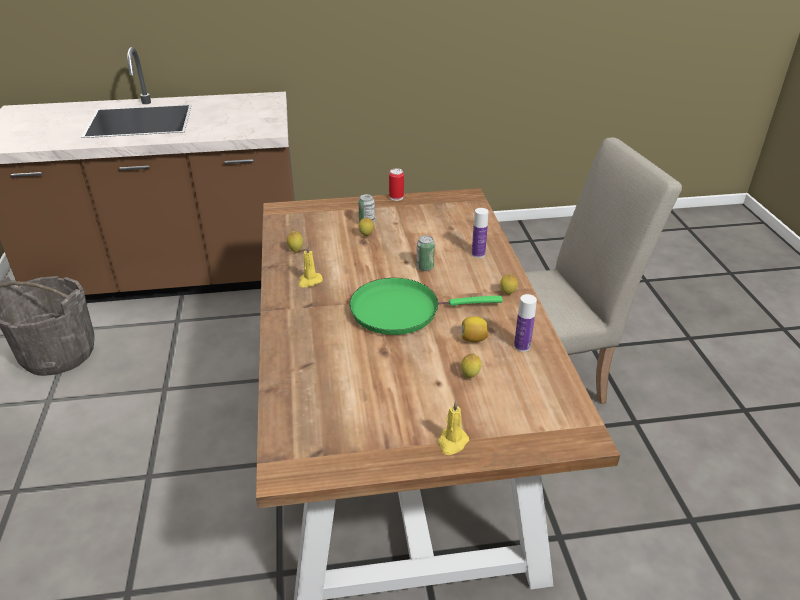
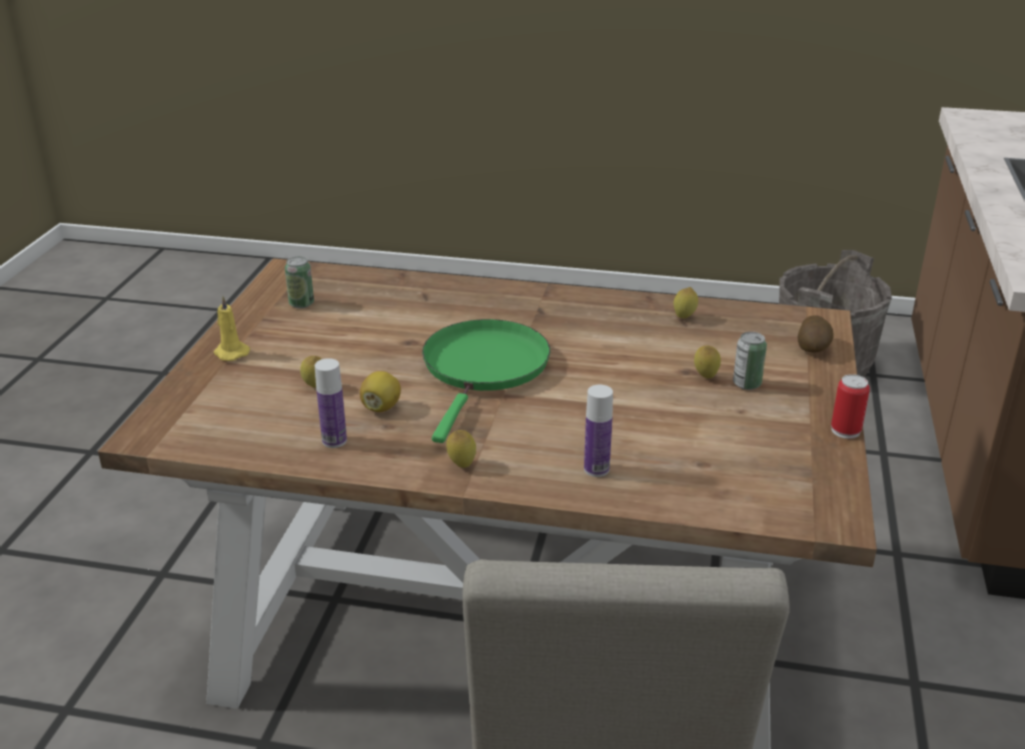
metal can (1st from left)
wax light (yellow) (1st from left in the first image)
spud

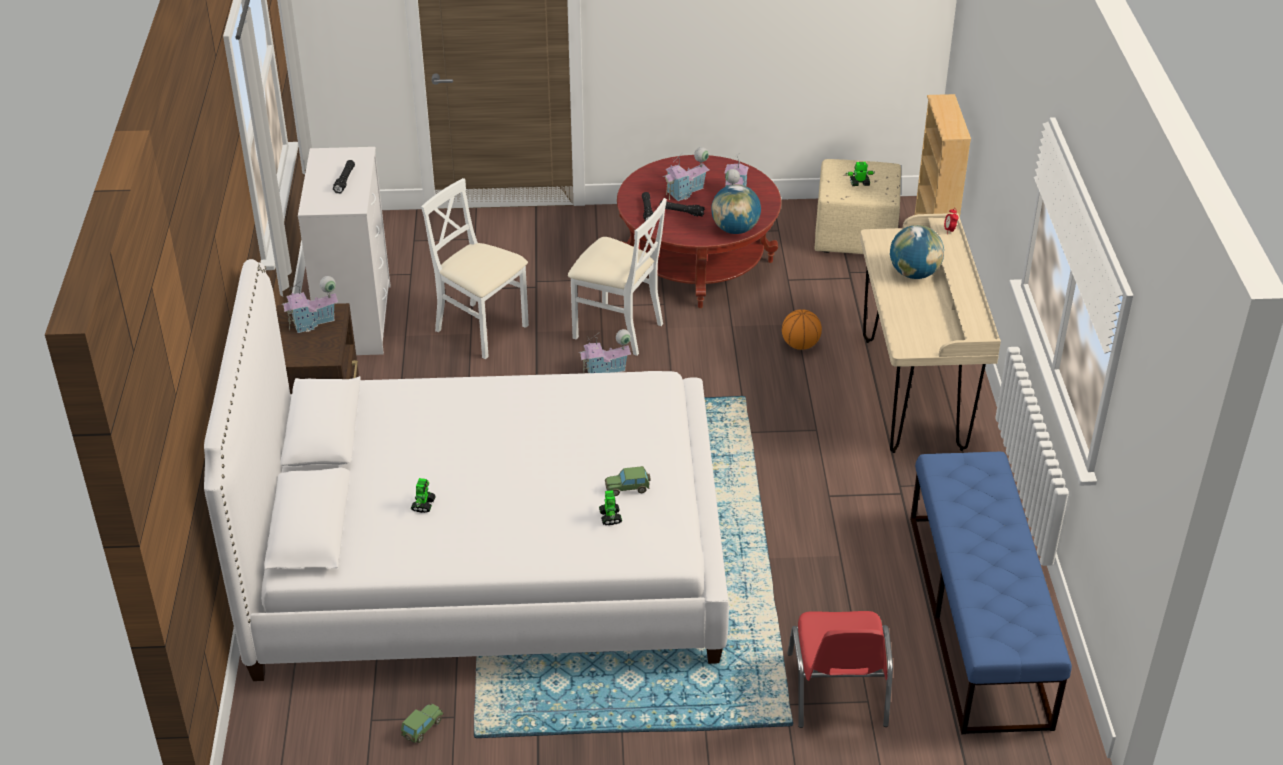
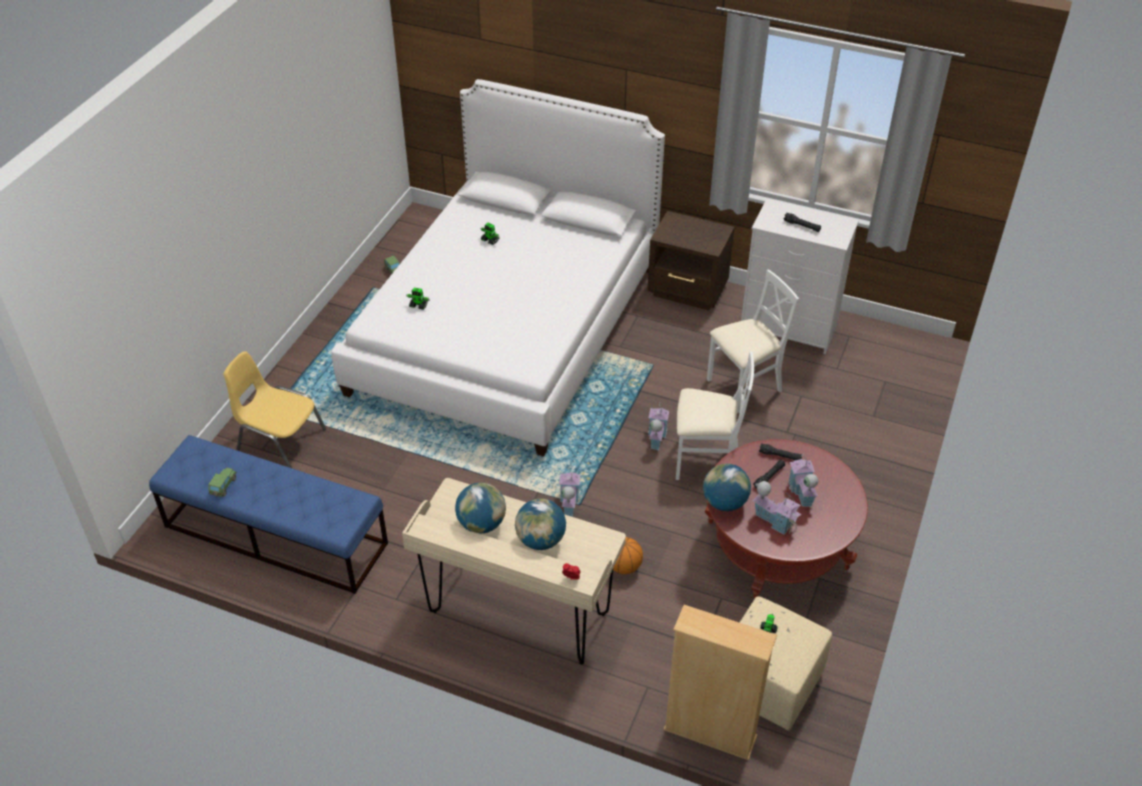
plain chair (white-coloured) (1st from left)
toy house (1st from left)
miniature car (1st from left)
plain chair (yellow)
world globe (1st from left)

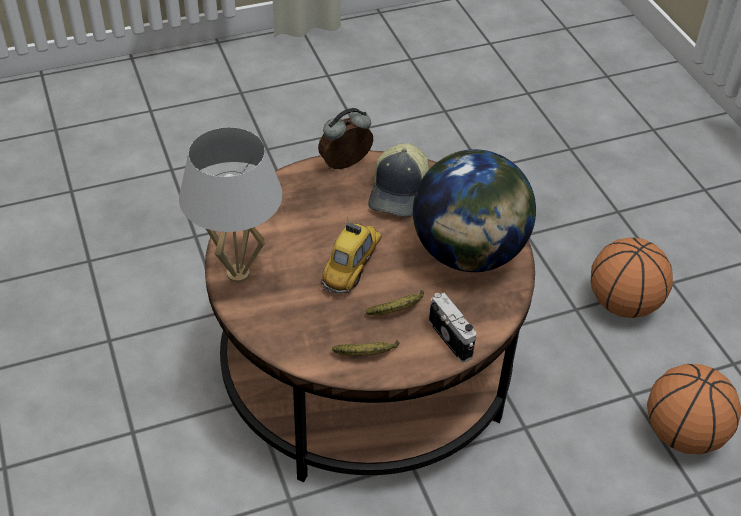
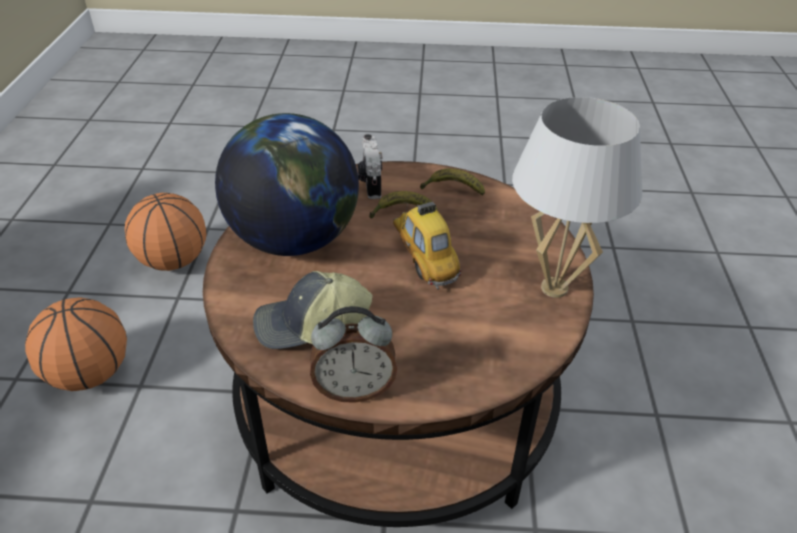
baseball cap
miniature car

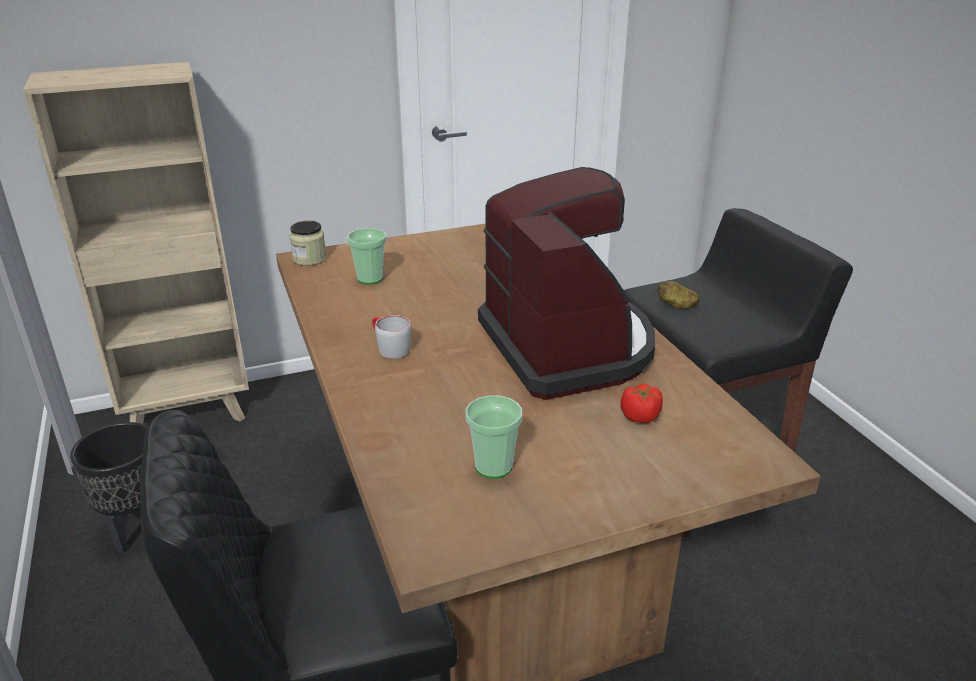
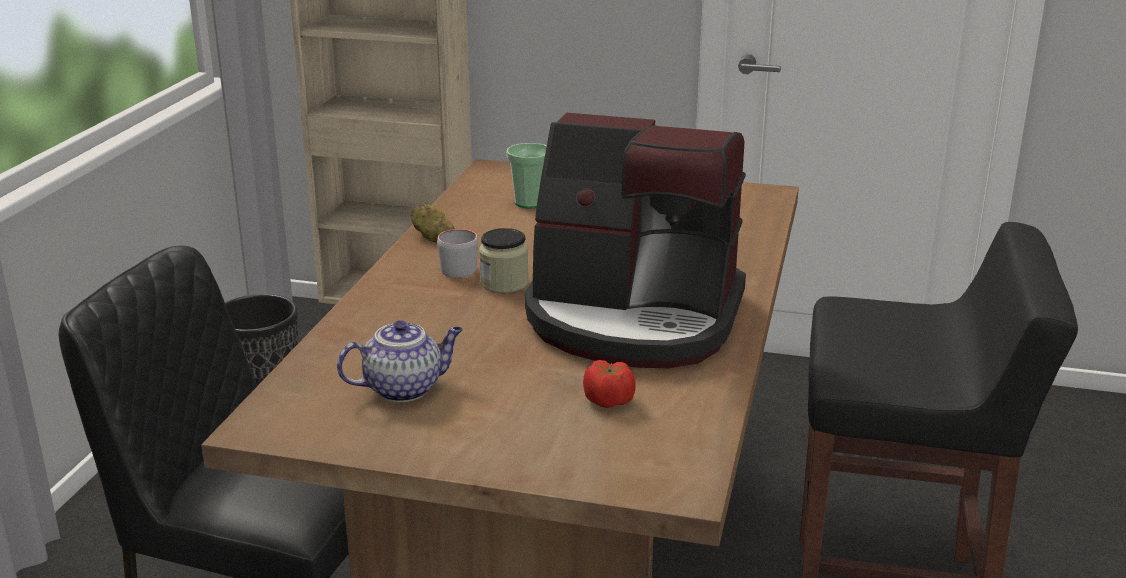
coffee brewer
jar
spud
pot for tea

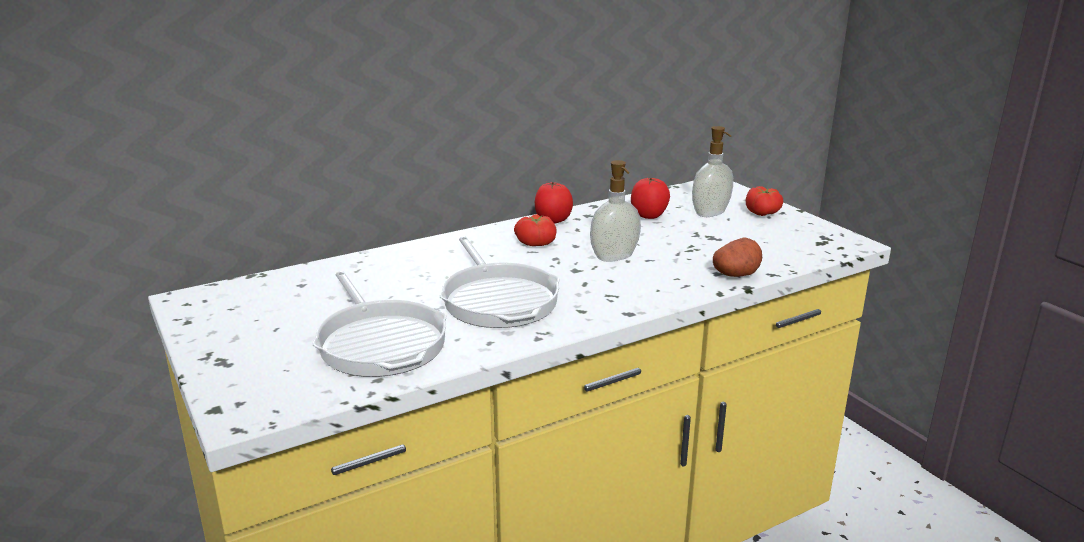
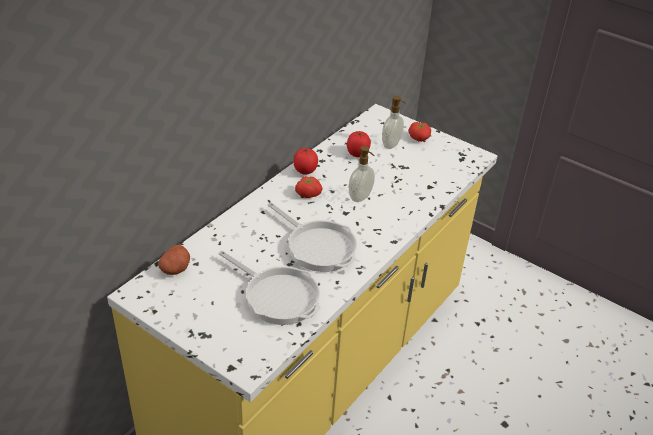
spud

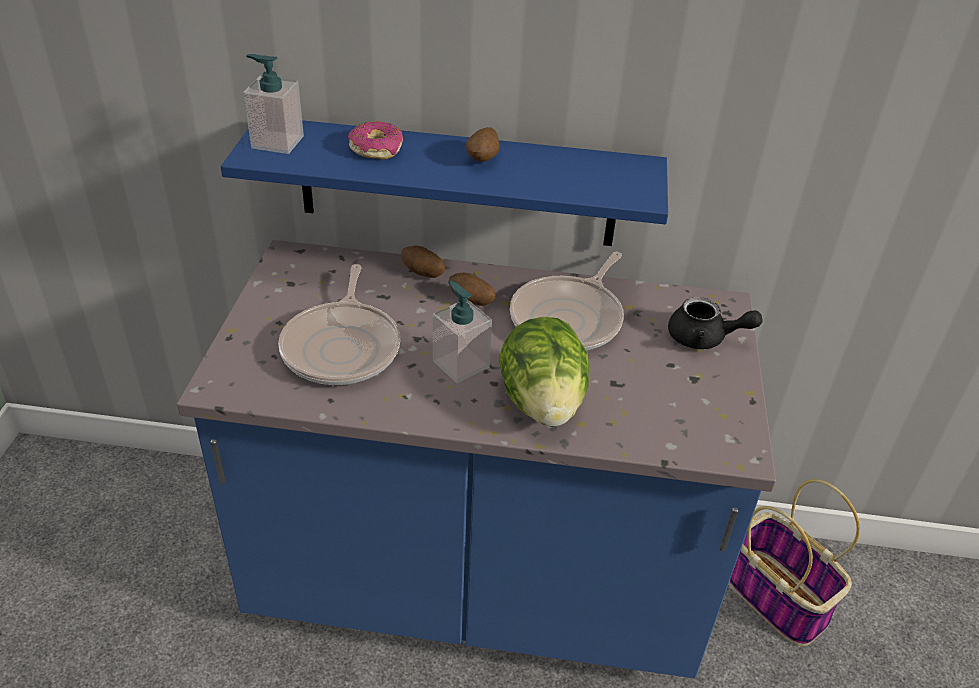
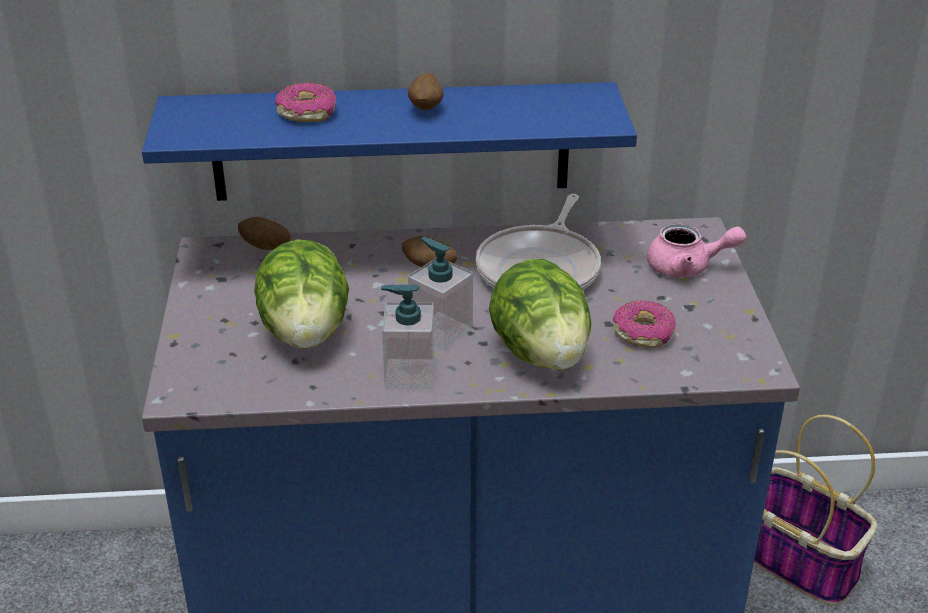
soap bottle (1st from left)
spud (1st from left)
lettuce head (1st from left)
pot for tea (pink-coloured)
ring doughnut (2nd from left)

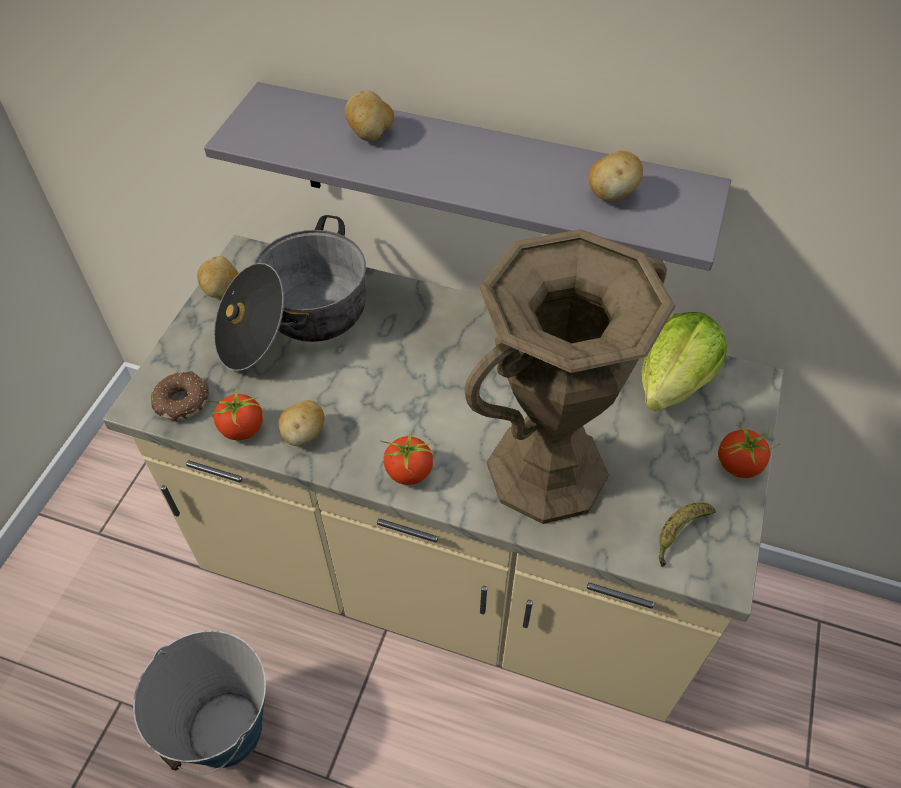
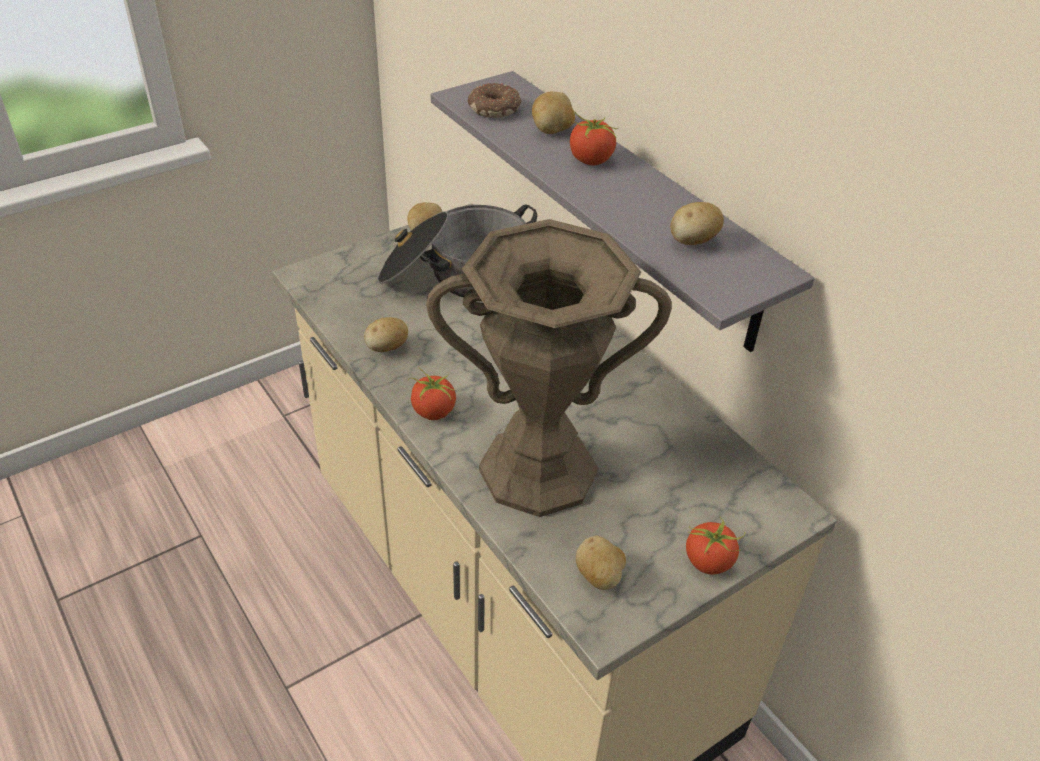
lettuce head
ring doughnut
fresh tomato (2nd from left)
spud (4th from left)
bucket

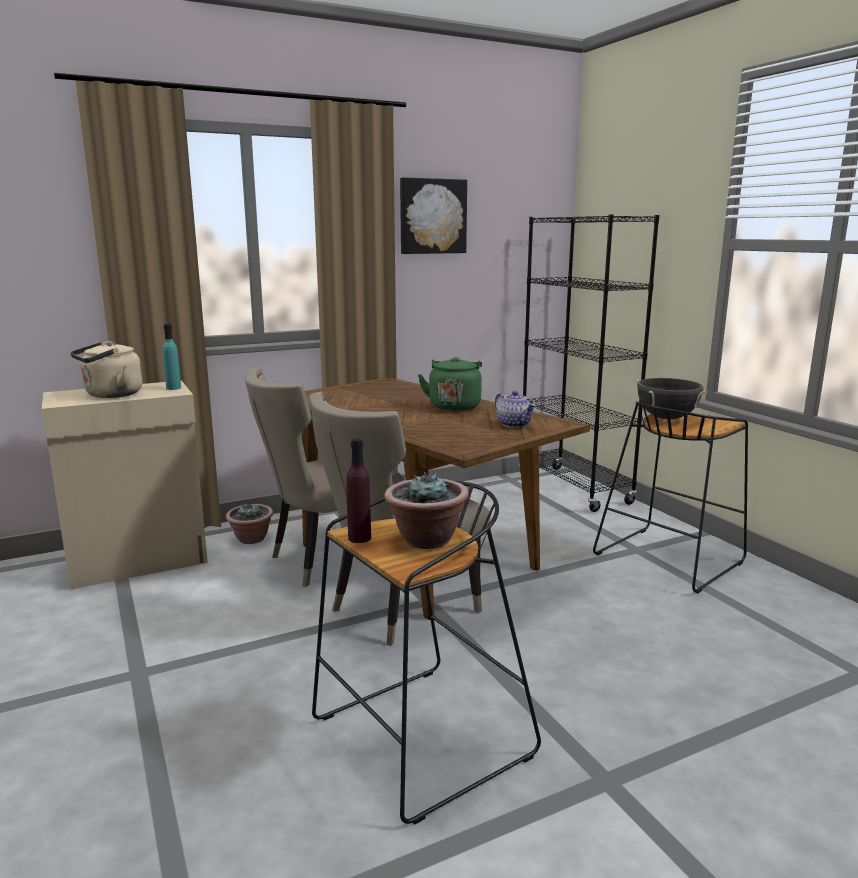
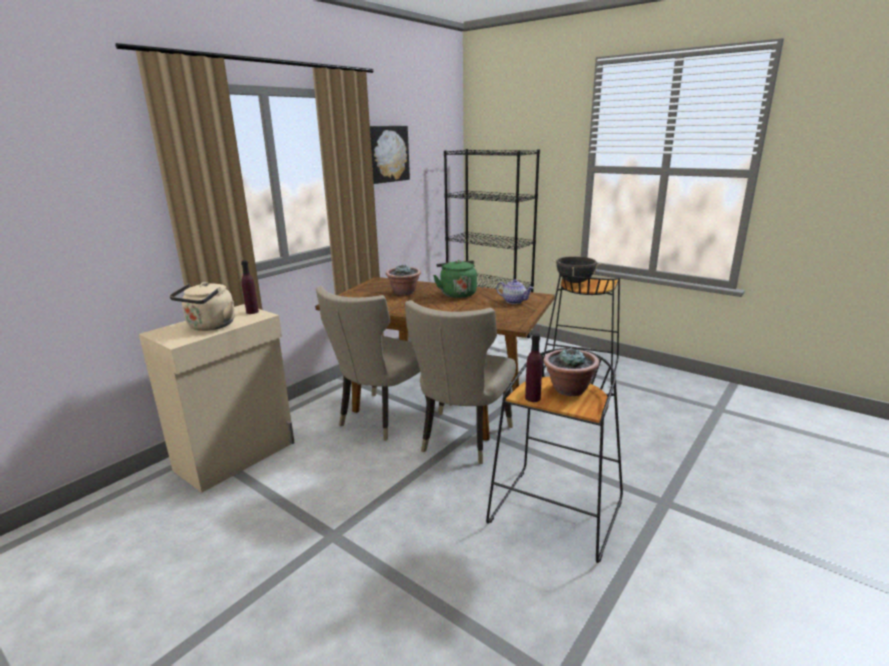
beverage bottle (purple-coloured) (1st from left)
potted plant (1st from left)

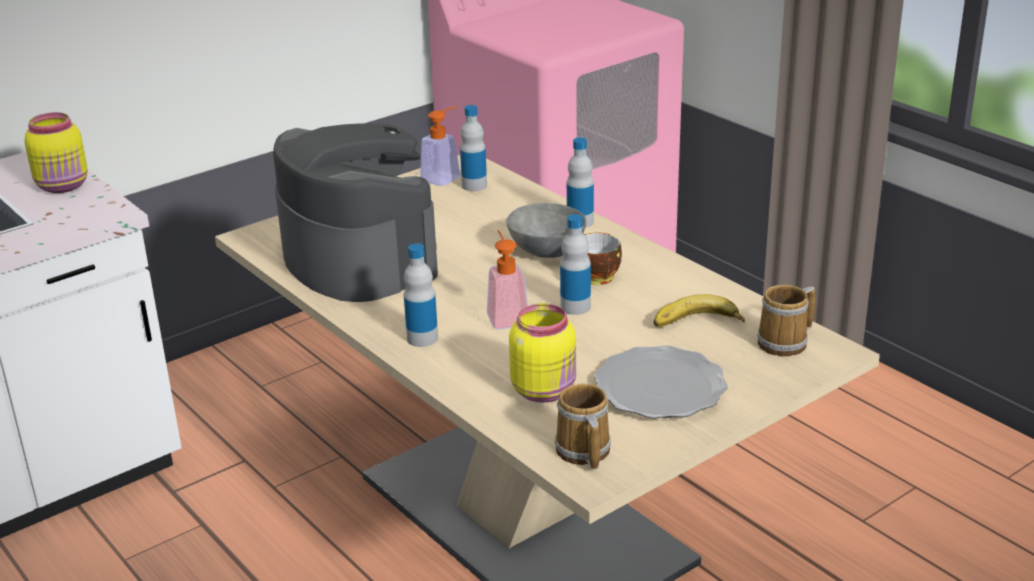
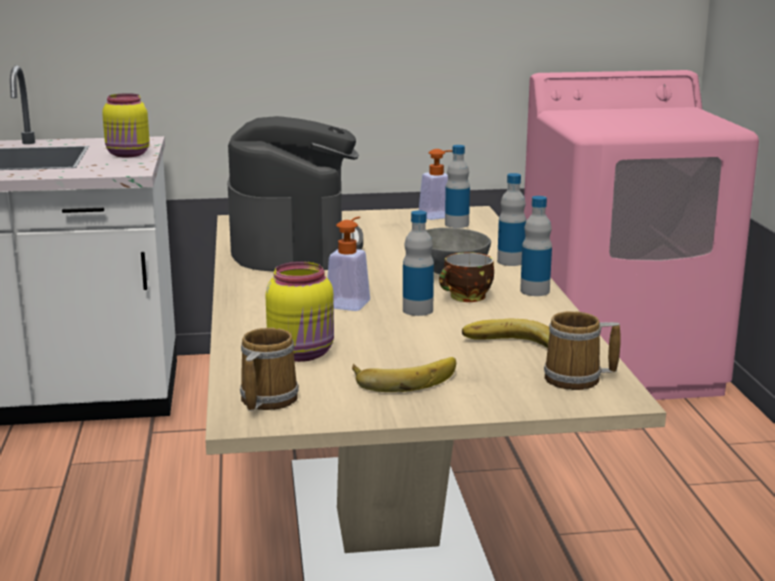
beverage bottle (4th from left)
banana fruit (1st from left)

